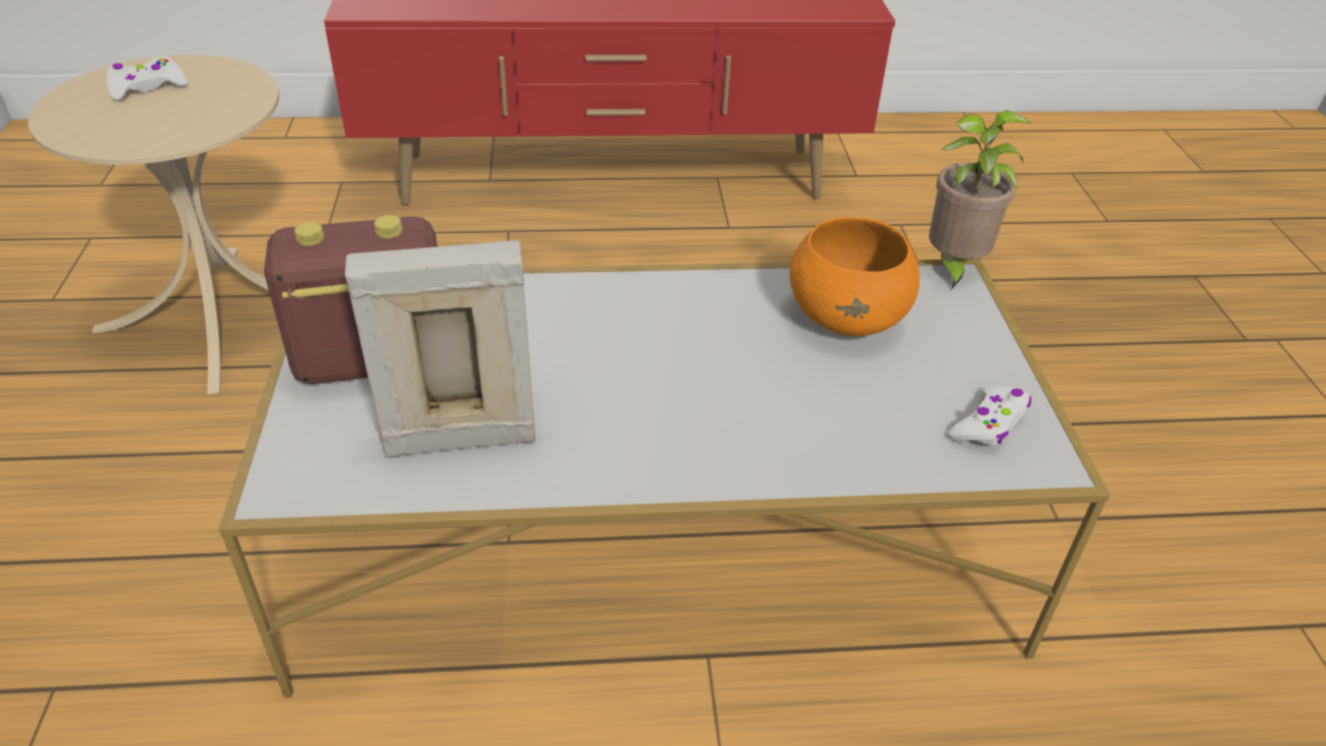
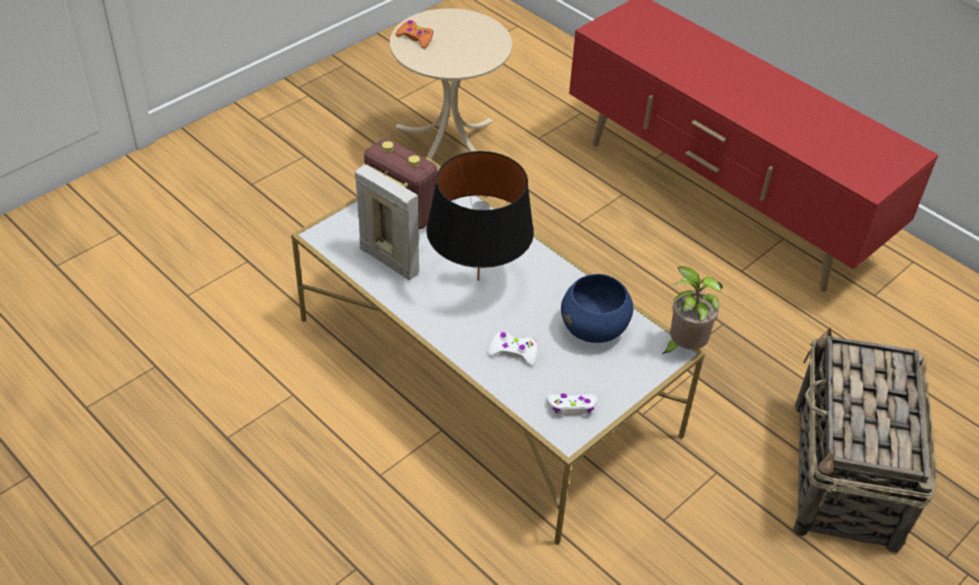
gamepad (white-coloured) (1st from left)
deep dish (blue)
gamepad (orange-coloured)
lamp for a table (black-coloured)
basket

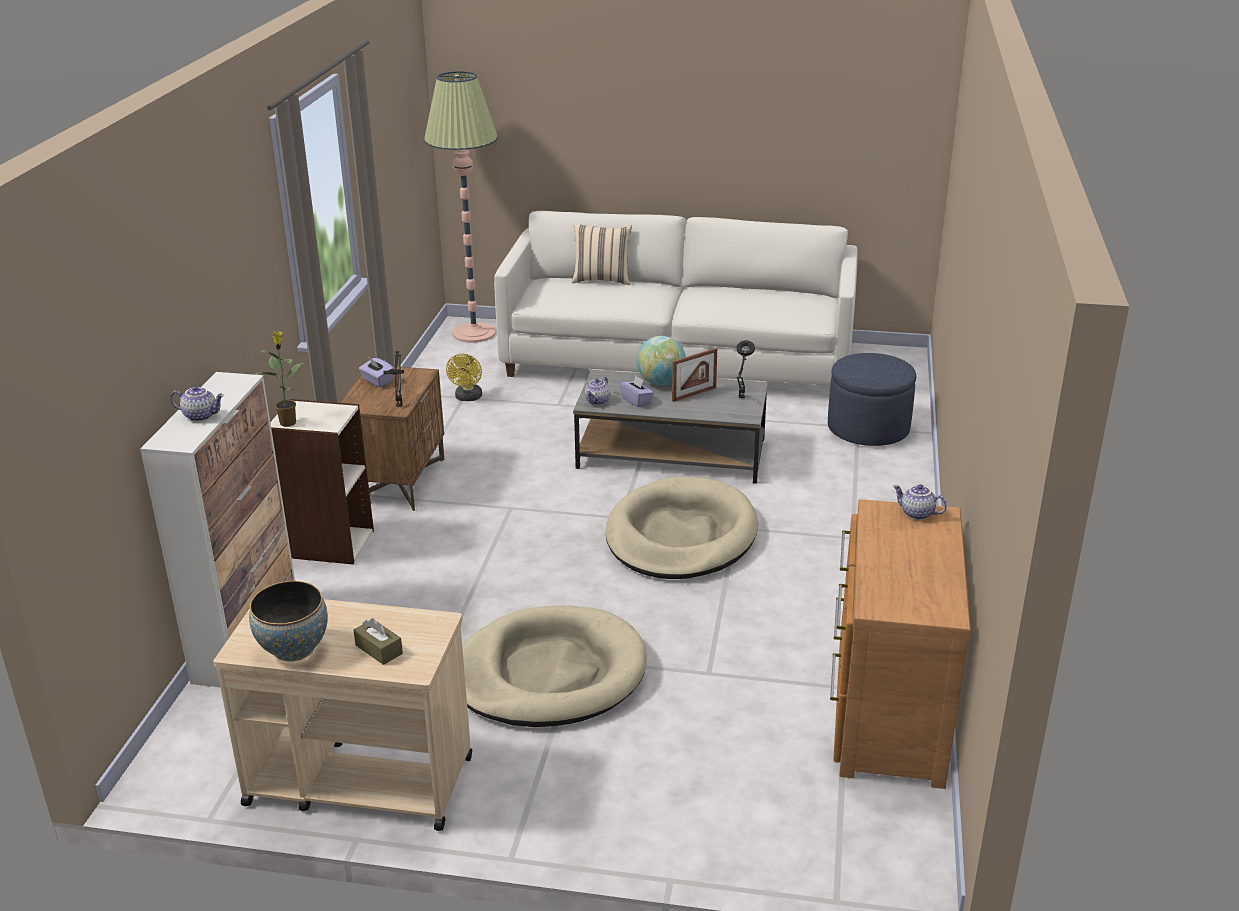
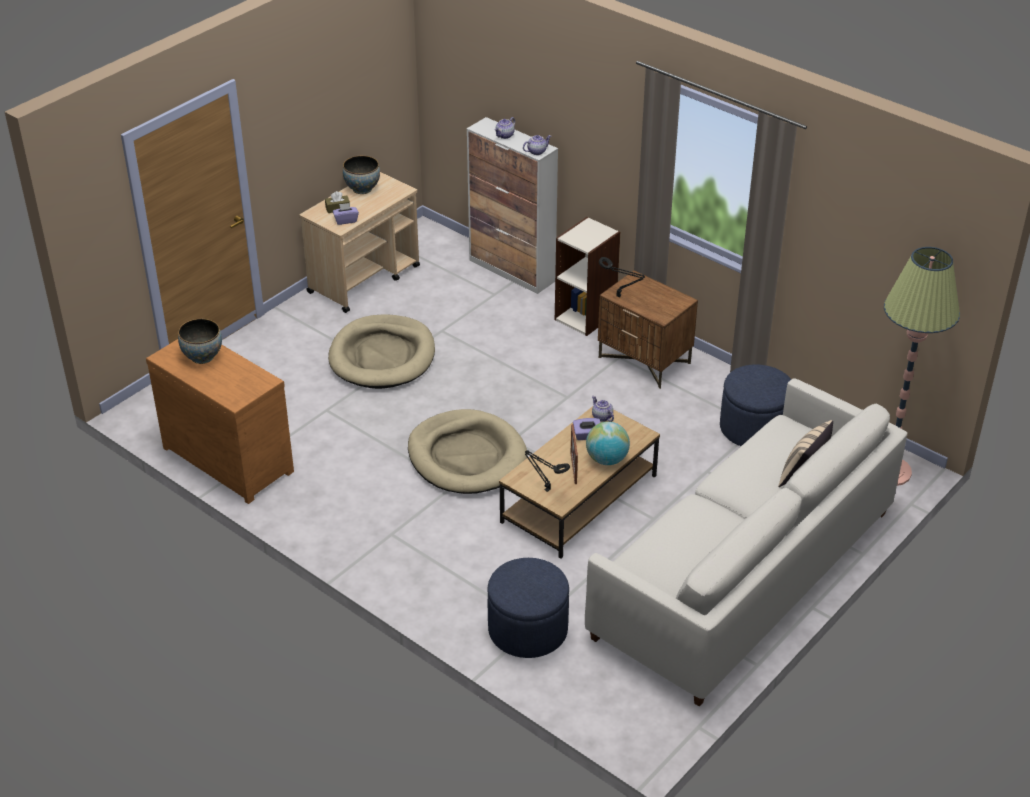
potted plant
footrest (blue) (2nd from left)
box of tissues (purple-coloured) (1st from left)
coffee table (brown-coloured)
pot for tea (2nd from left)
deep dish (1st from left)

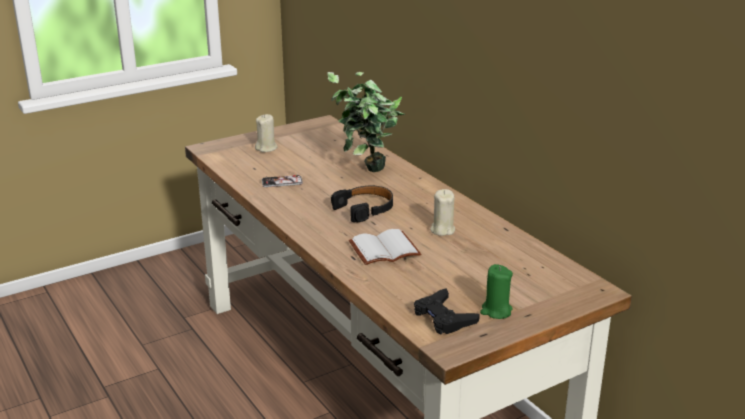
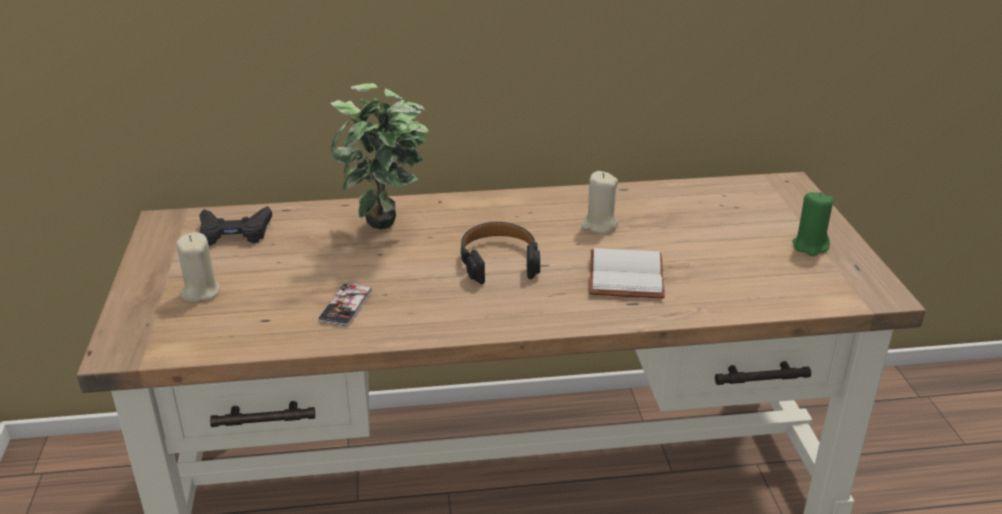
gamepad (black-coloured)

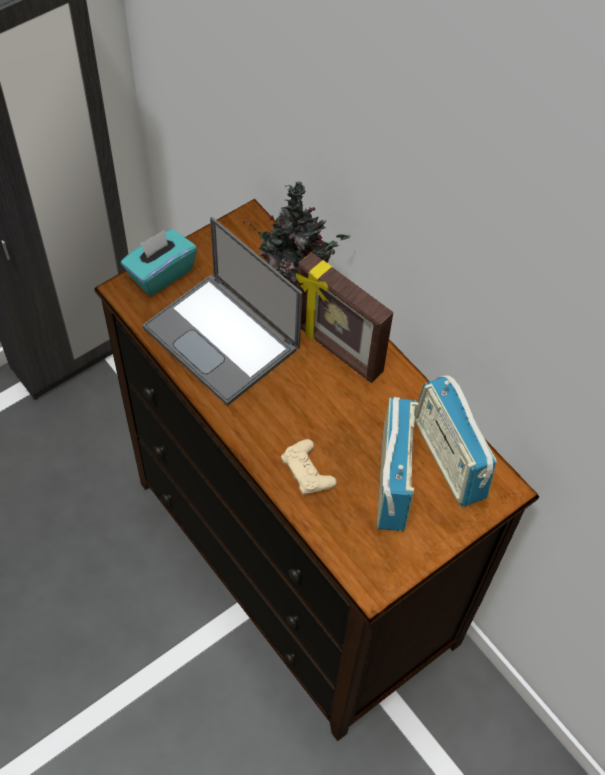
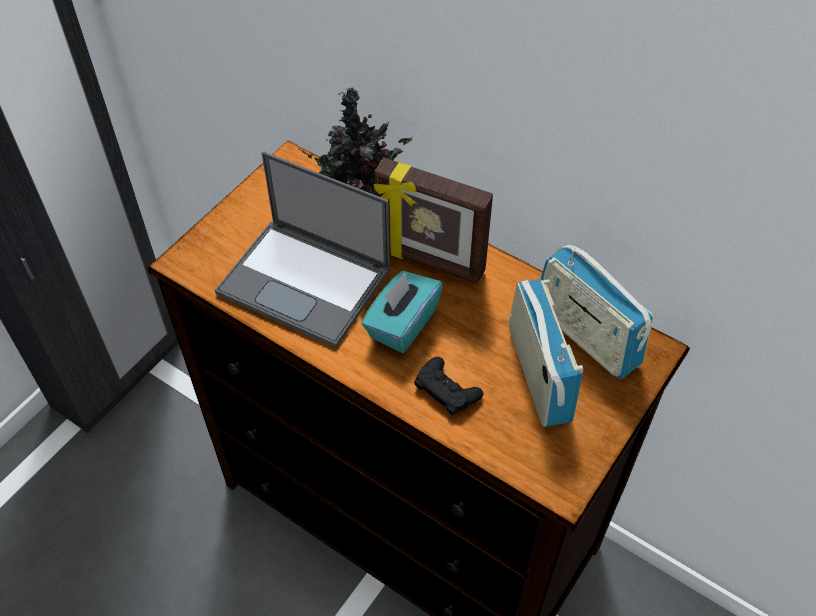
box of tissues (turquoise-coloured)
gamepad (black-coloured)

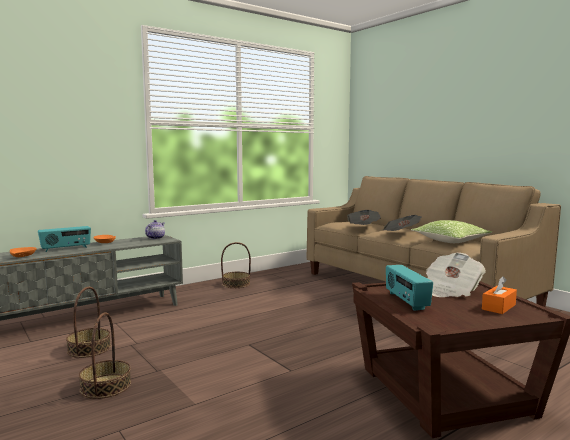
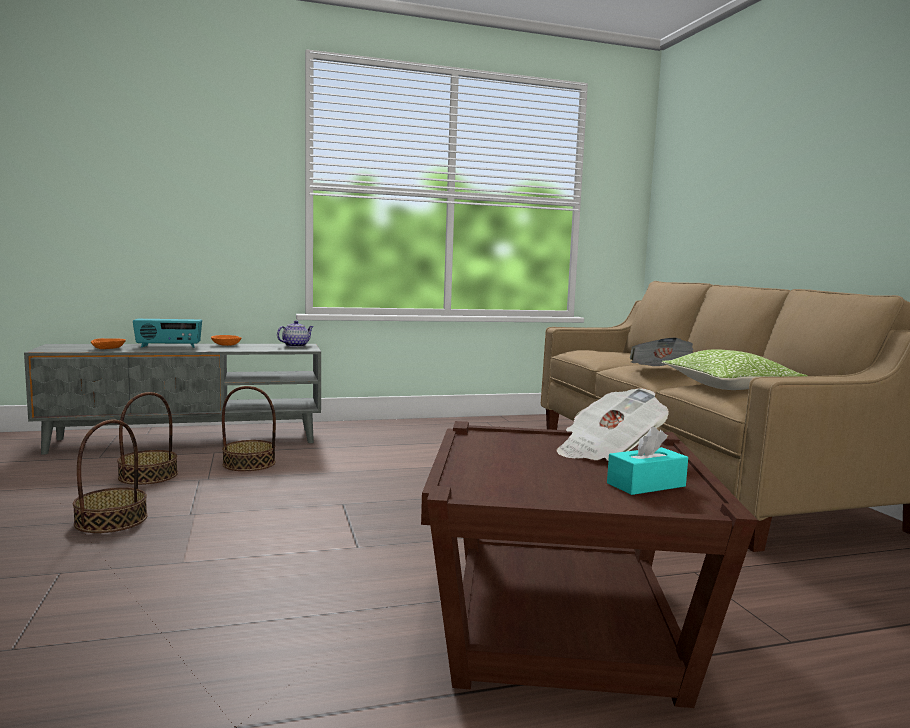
newspaper (1st from left in the first image)
basket (3rd from left)
radio set (2nd from left in the first image)
box of tissues (turquoise-coloured)

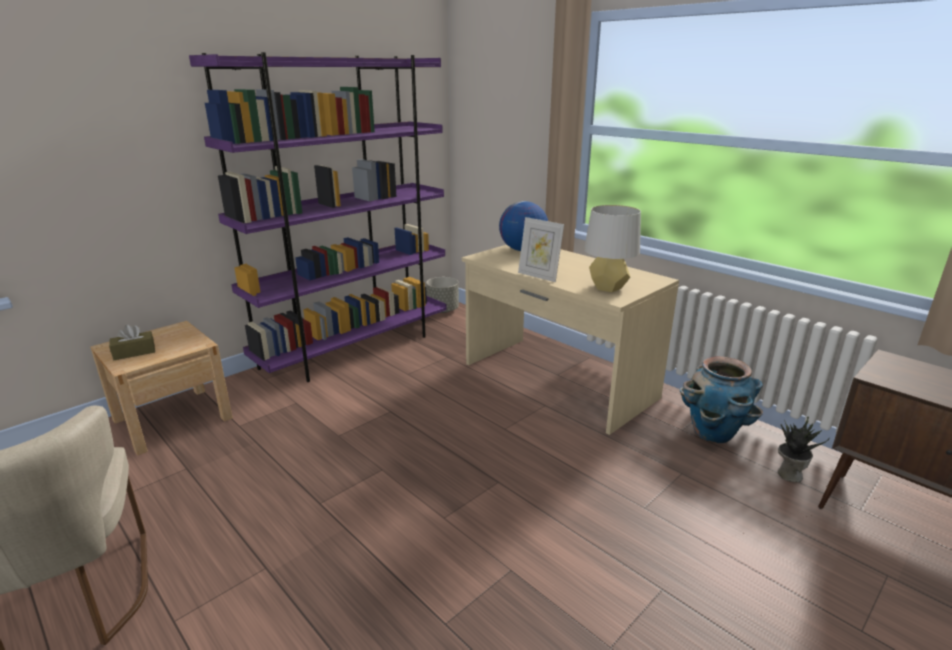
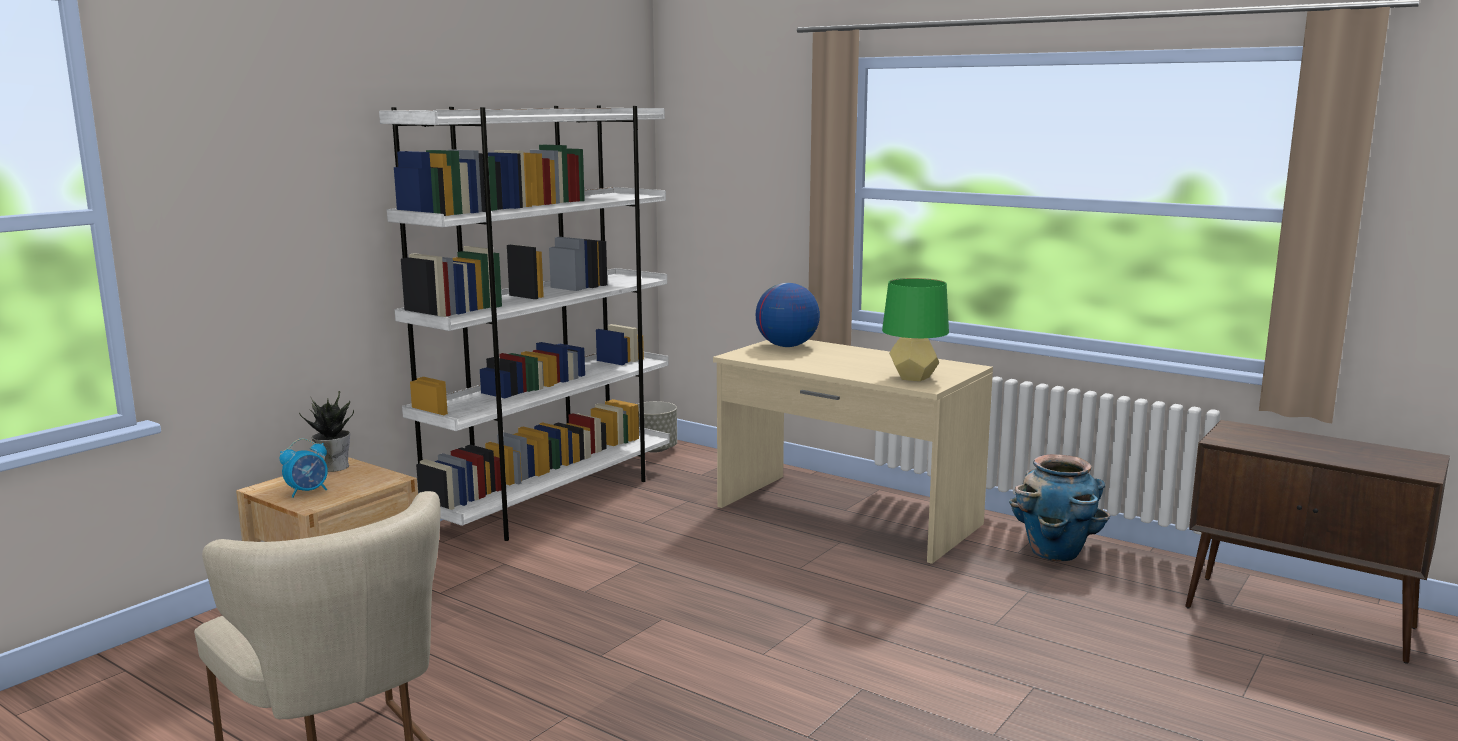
bookshelf (white-coloured)
lamp for a table (green-coloured)
standing frame
table clock
potted plant

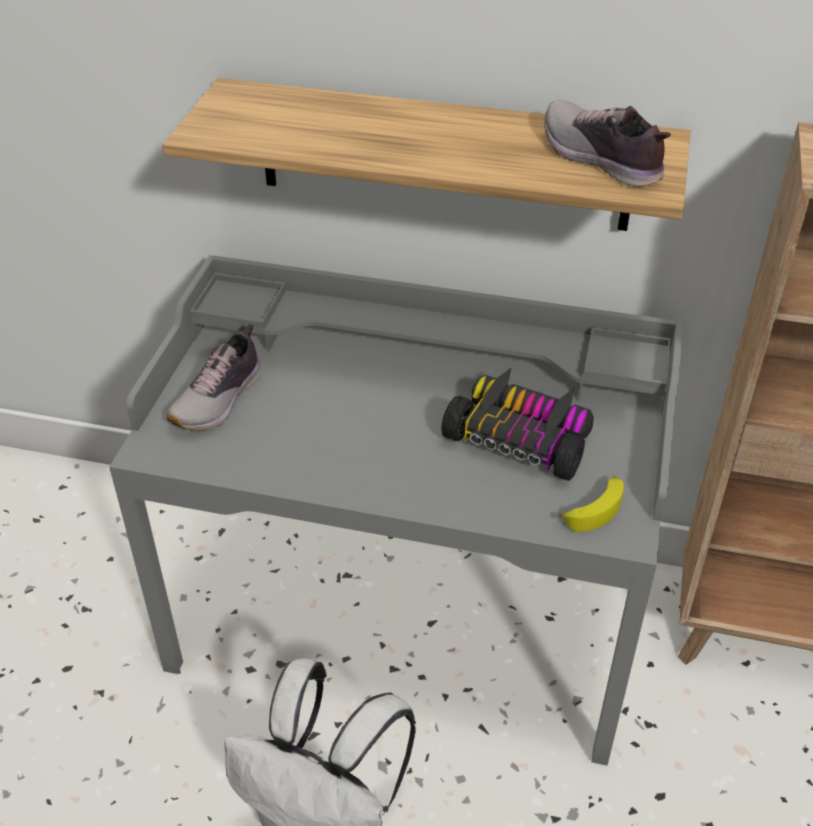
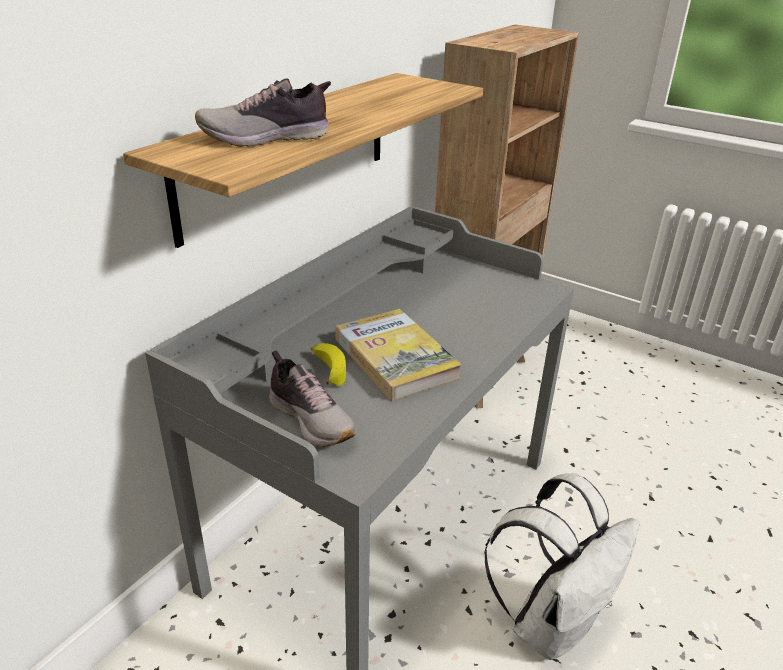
shoe (1st from left)
miniature car
banana fruit
volume

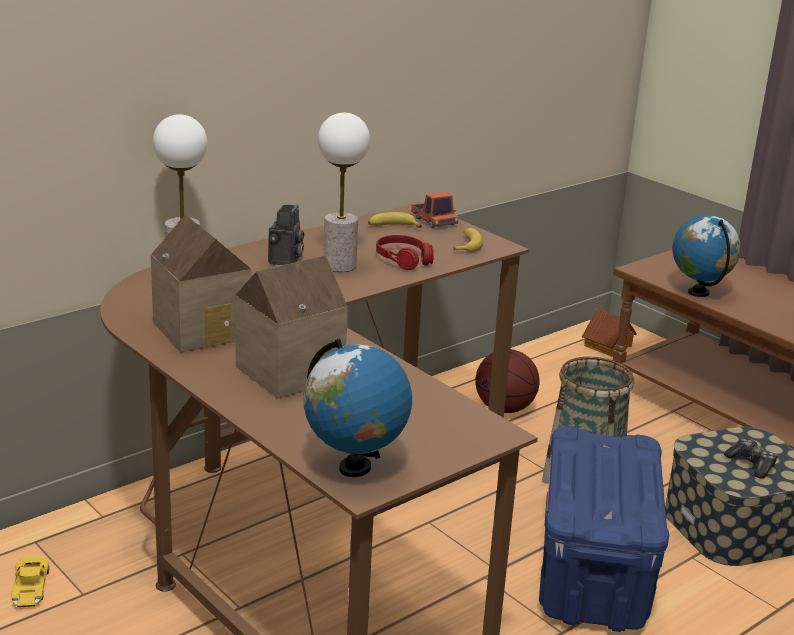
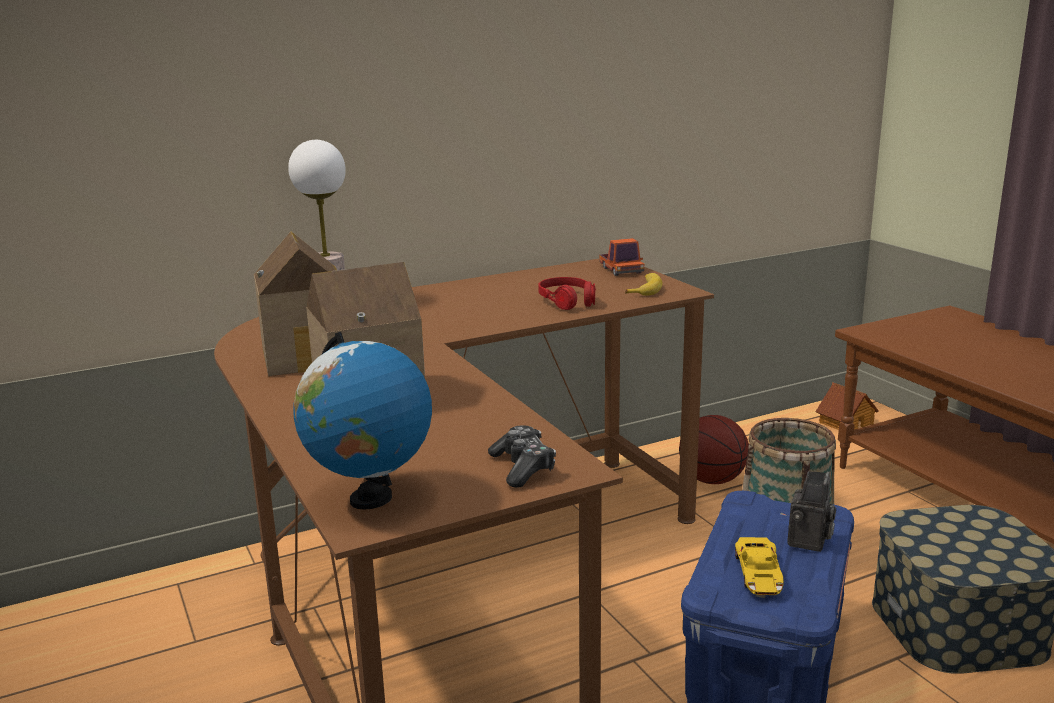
lamp for a table (2nd from left in the first image)
photo camera
banana fruit (1st from left in the first image)
world globe (2nd from left in the first image)
gamepad
miniature car (yellow)

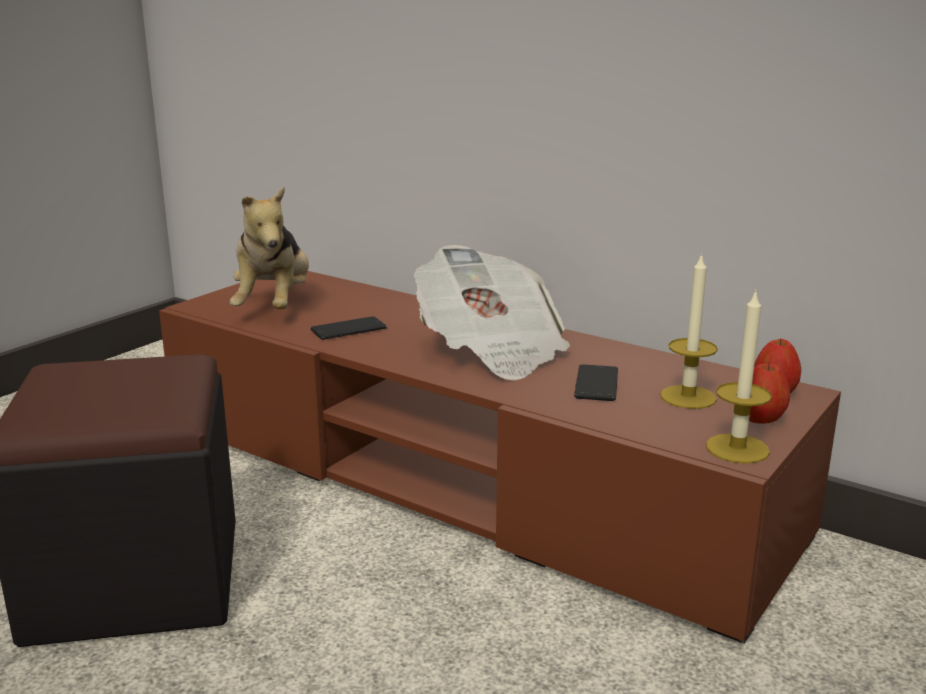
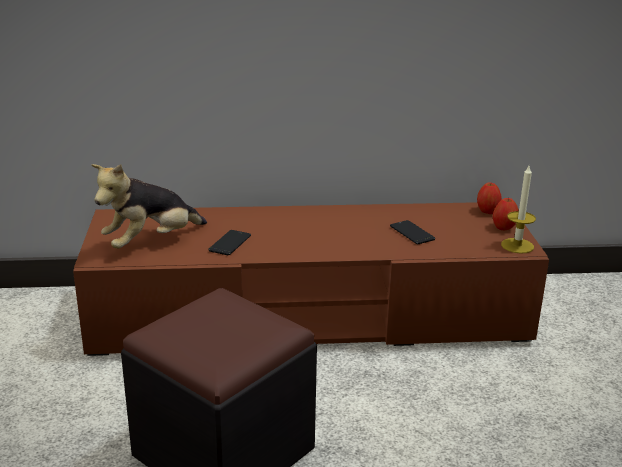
plush toy
newspaper
wax light (1st from left in the first image)

